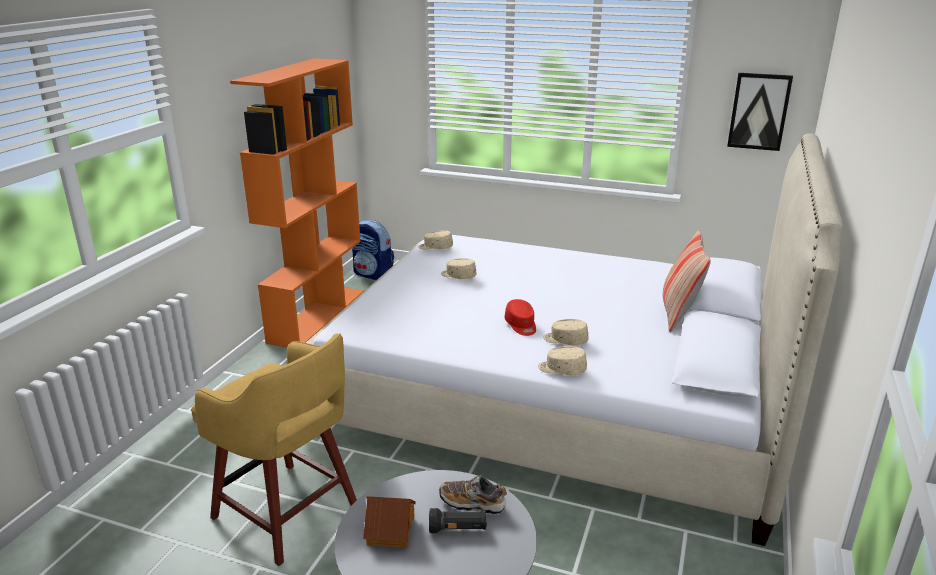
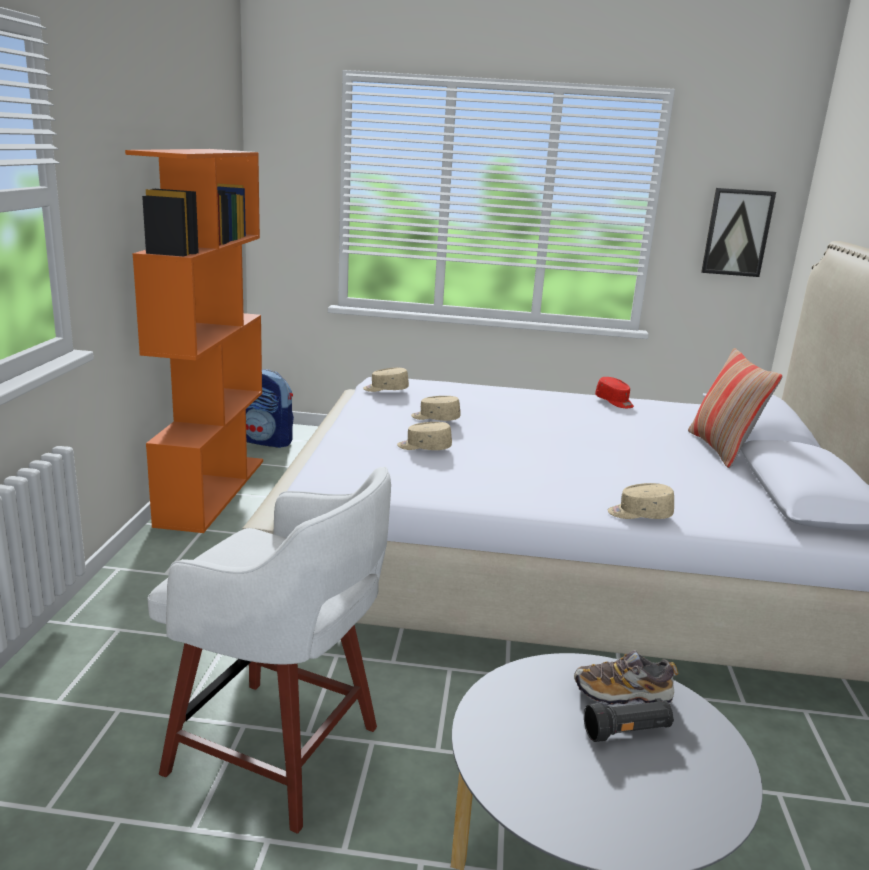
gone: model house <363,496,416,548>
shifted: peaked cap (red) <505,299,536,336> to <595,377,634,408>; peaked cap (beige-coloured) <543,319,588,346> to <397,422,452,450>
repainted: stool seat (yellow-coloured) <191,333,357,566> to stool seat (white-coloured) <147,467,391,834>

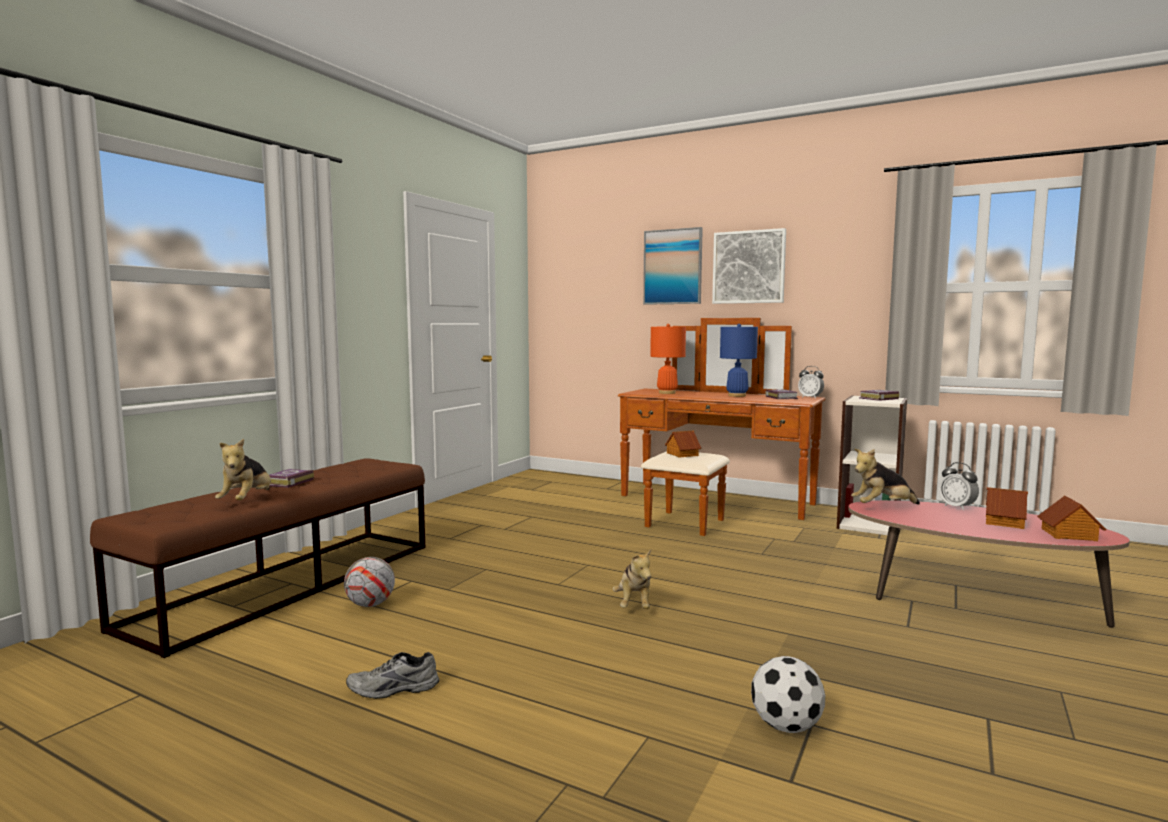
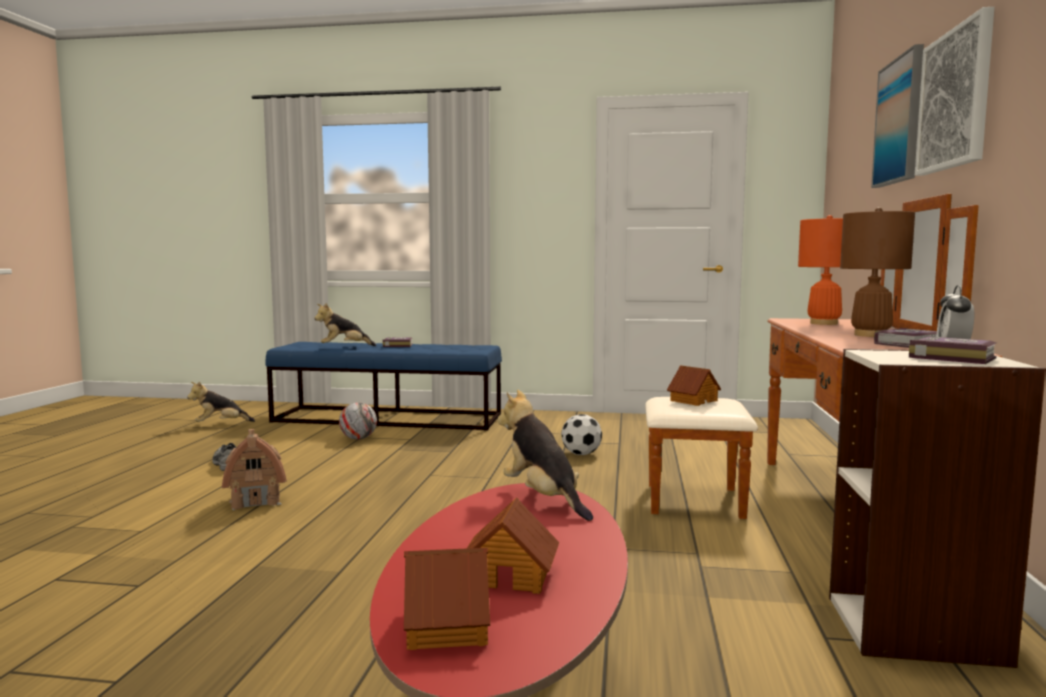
gone: alarm clock <939,462,979,510>
new: model house <222,429,287,510>
shifted: soft toy <613,549,651,609> to <187,382,255,422>; football ball <751,656,825,733> to <561,414,602,455>
repainted: long seat (brown) <90,458,425,658> to long seat (bluish) <265,342,502,431>; lamp for a table (bluish) <720,324,758,397> to lamp for a table (brown) <840,207,915,337>

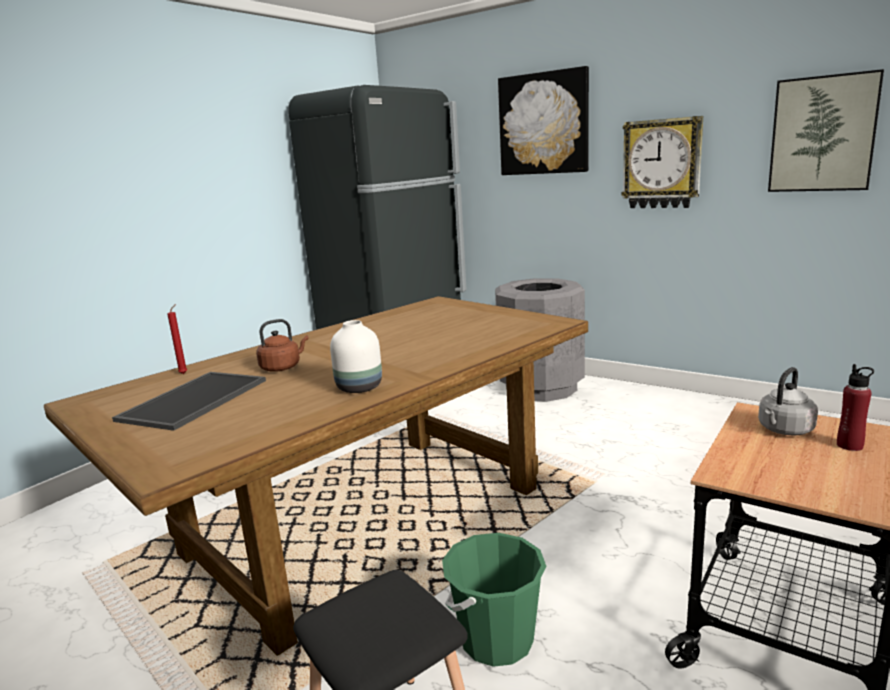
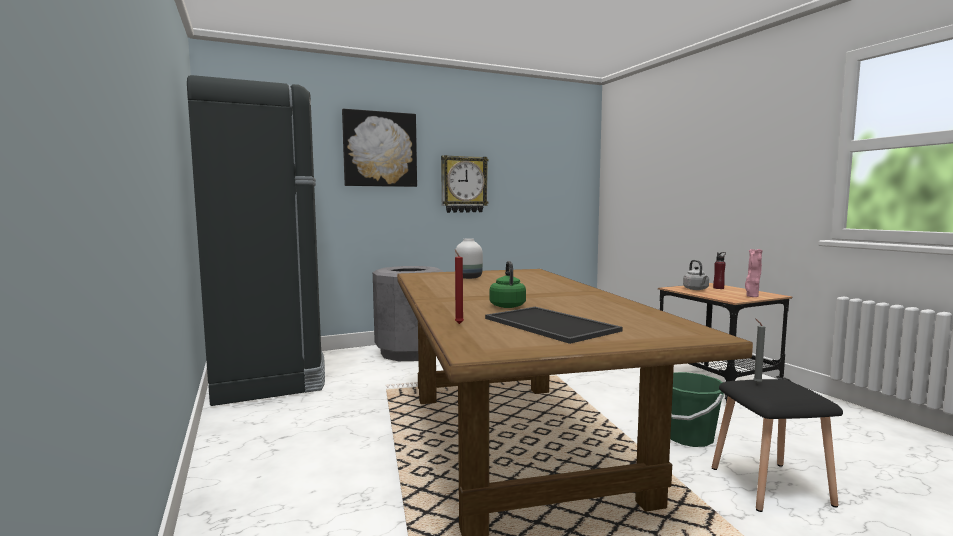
gone: wall art <768,69,884,192>
new: flower vase (pinkish) <745,249,763,297>; wax light (grey) <753,318,765,384>
shifted: flower vase (white-coloured) <330,320,382,393> to <455,238,483,279>
repainted: tea kettle (brown) <256,319,308,371> to tea kettle (green-coloured) <490,261,526,308>

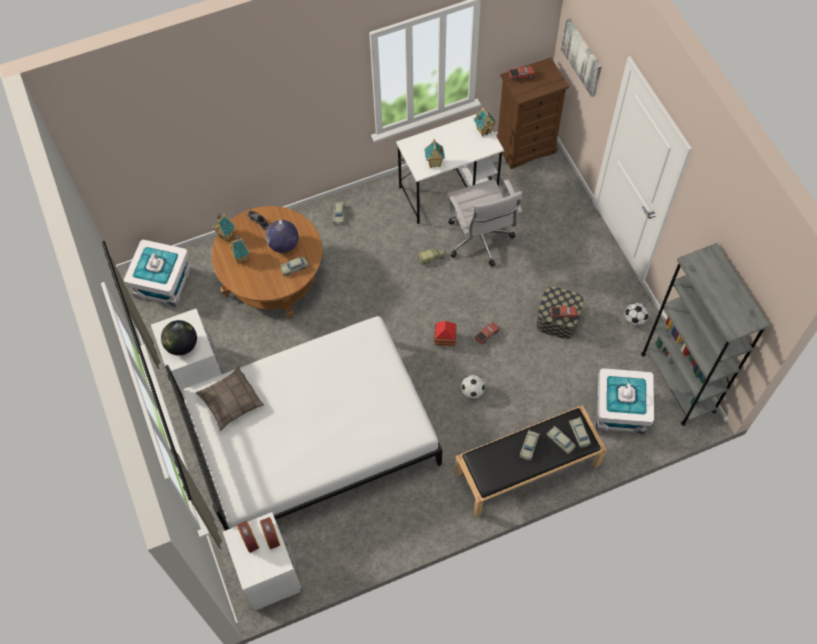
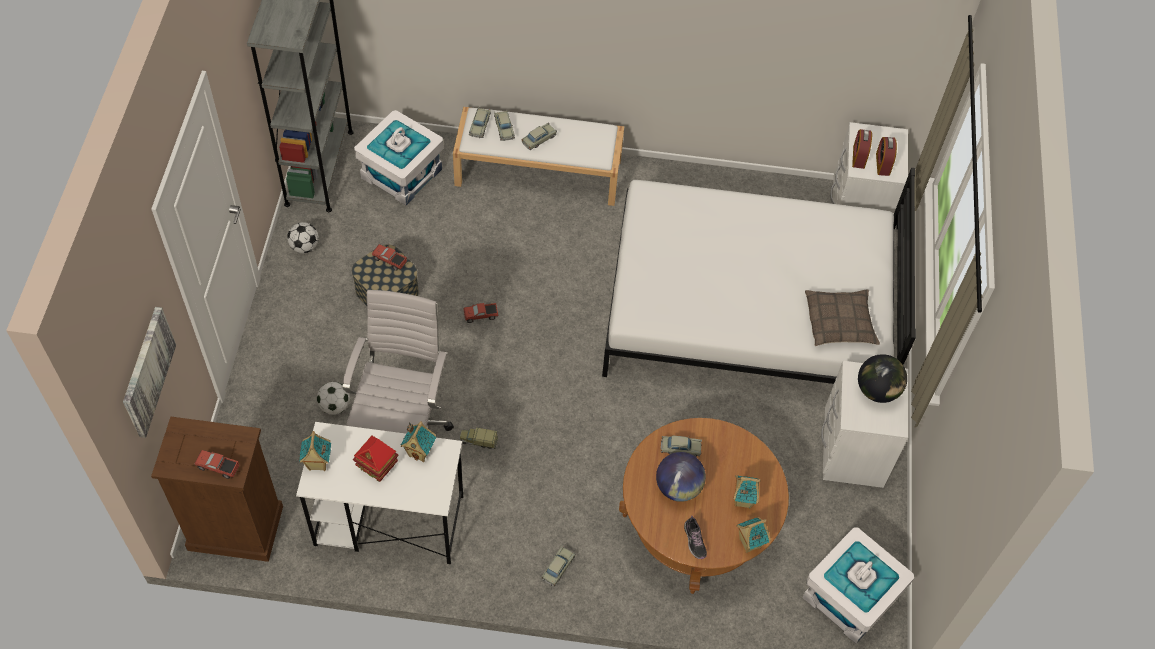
shifted: model house <434,321,457,347> to <353,436,398,482>; football ball <461,375,485,399> to <317,382,350,415>
repainted: long seat (blackish) <455,405,606,517> to long seat (white-coloured) <453,107,624,206>

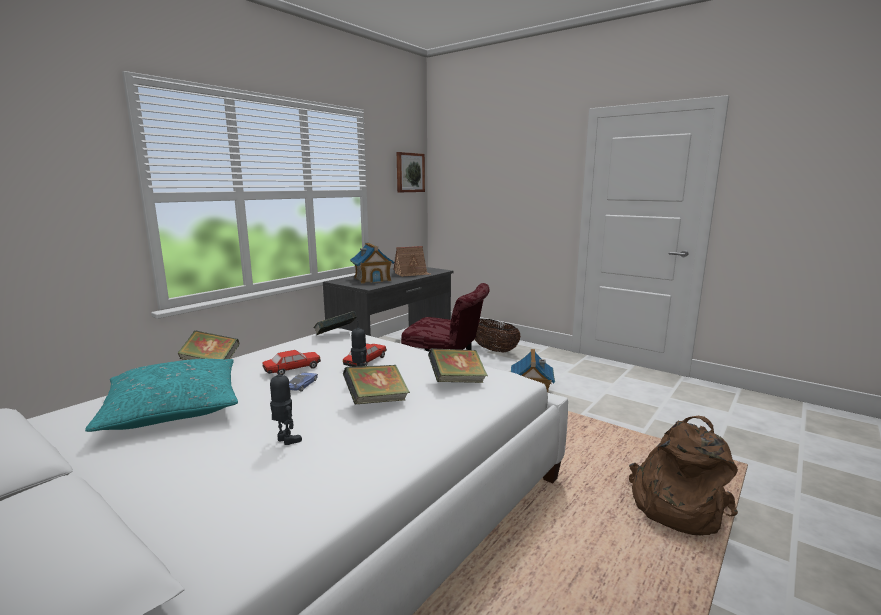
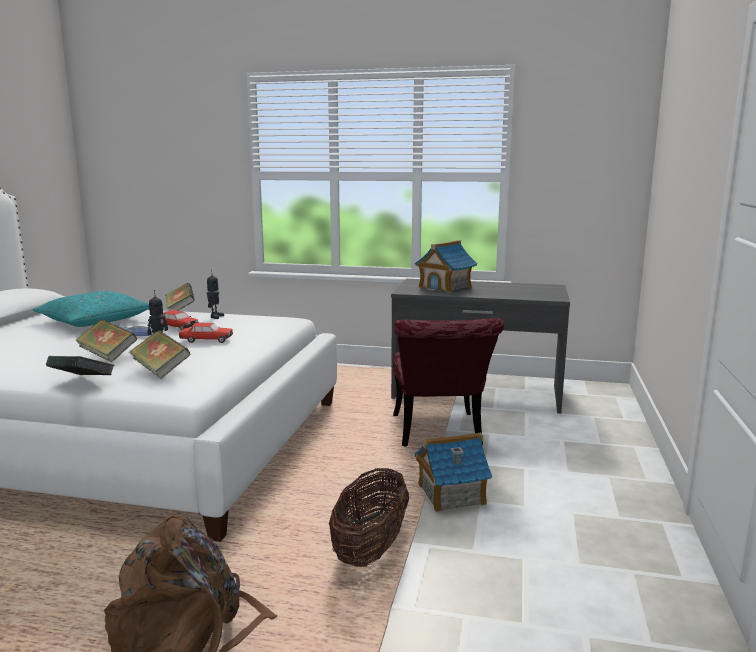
gone: model house <394,246,430,277>; wall art <397,152,425,192>
shifted: robot figure <270,365,302,445> to <207,275,224,319>; book <313,311,357,335> to <46,356,114,375>; basket <474,319,521,352> to <329,468,409,567>

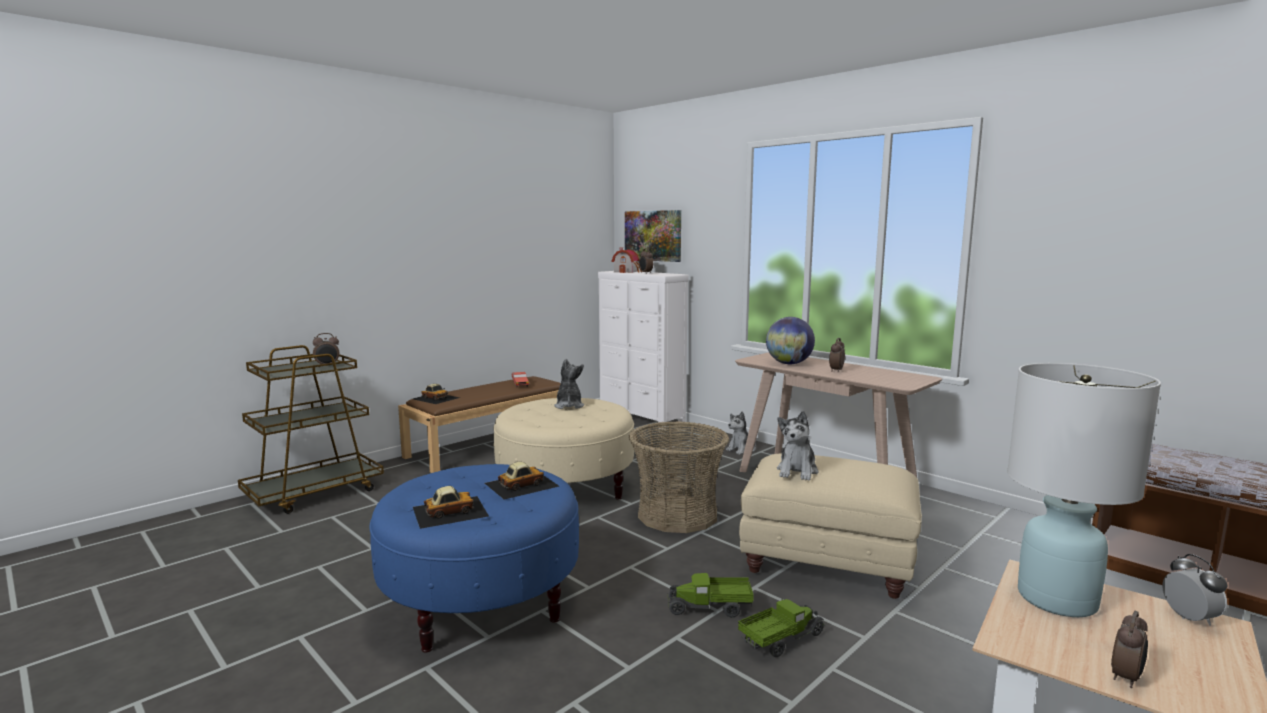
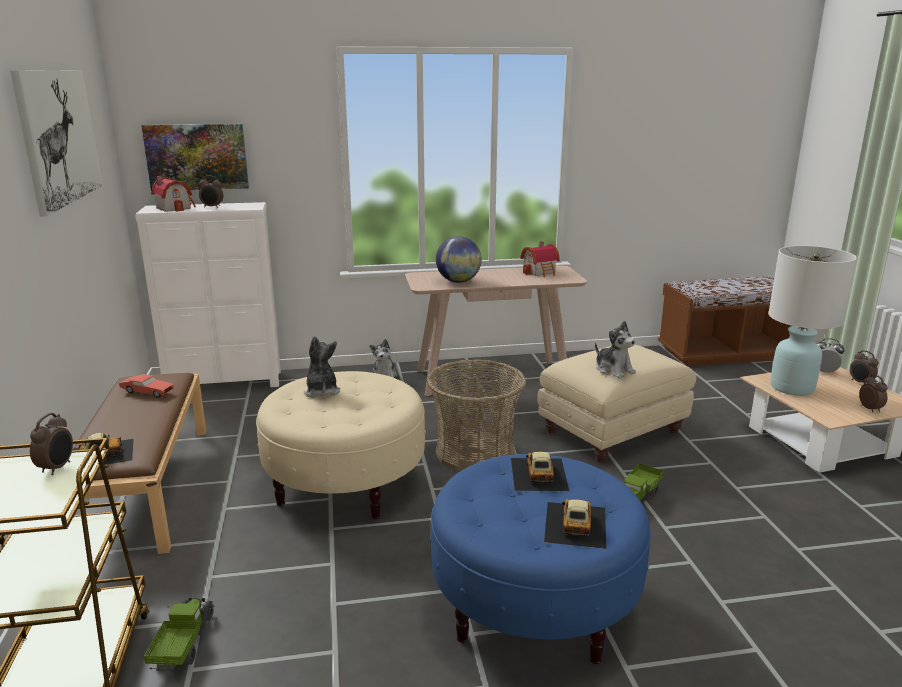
new: wall art <10,70,102,217>; model house <520,241,560,277>
shifted: toy truck <738,598,825,657> to <144,598,215,671>; alarm clock <829,338,845,372> to <850,350,878,383>
rotated: soft toy <554,358,584,409> = <304,336,340,398> 45 degrees clockwise

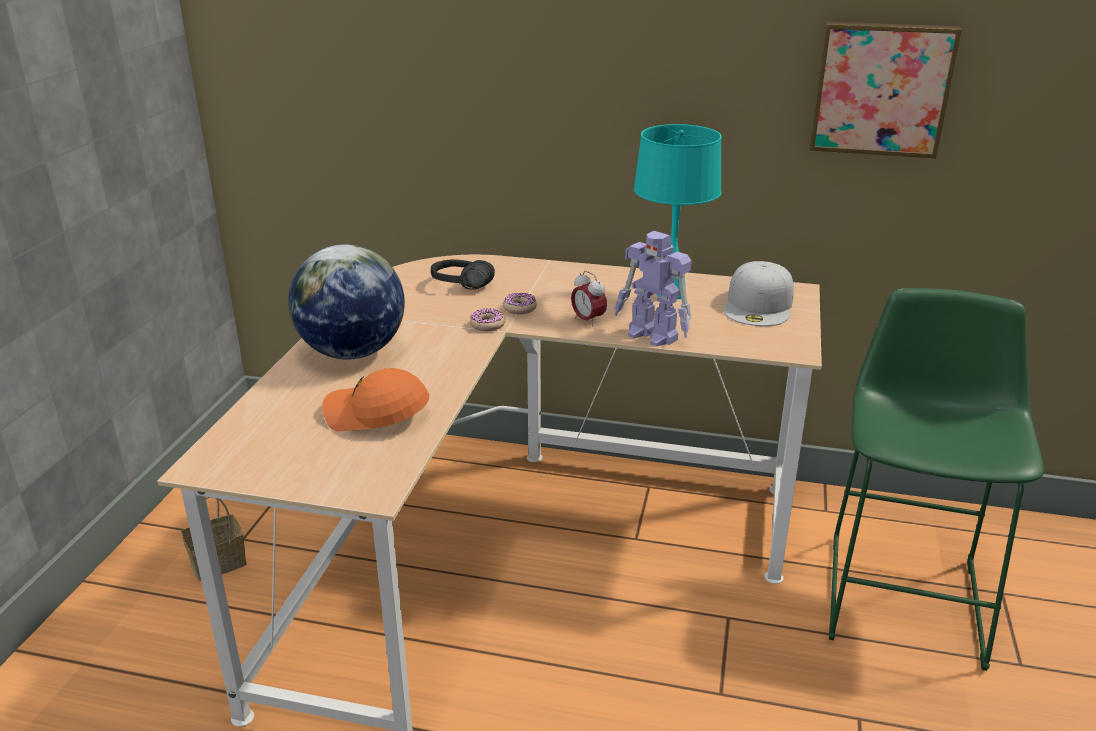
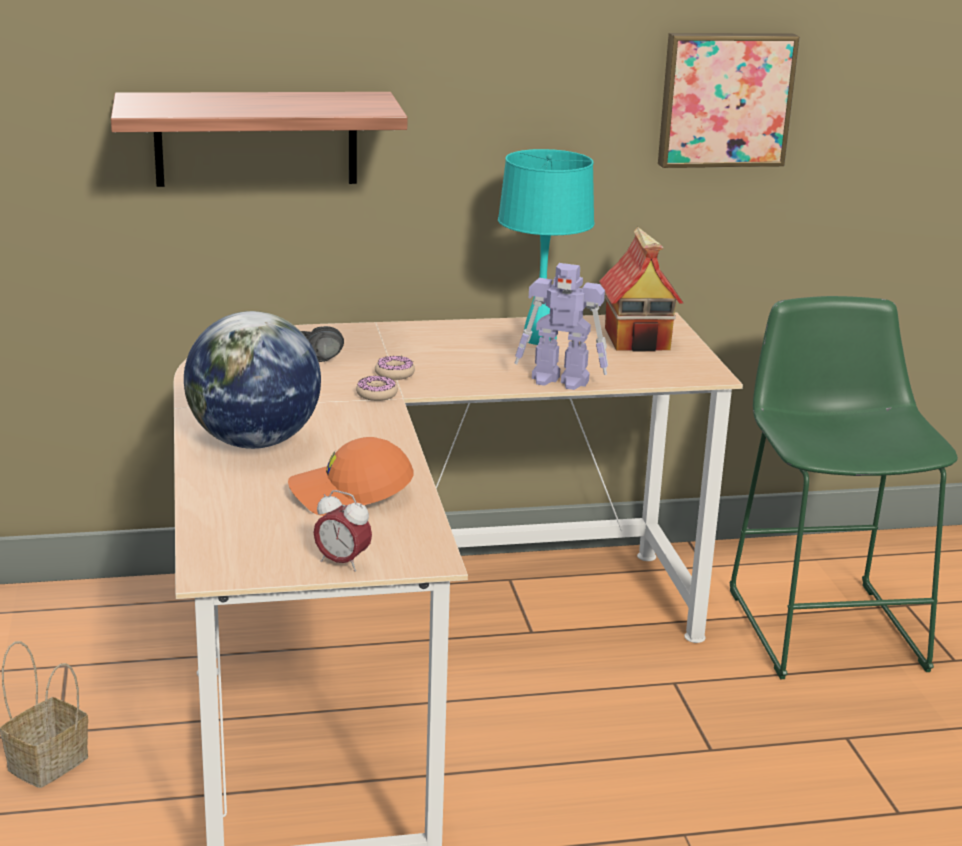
new: wall shelf <111,92,408,187>
shifted: alarm clock <571,271,607,327> to <314,490,372,572>
swapped: peaked cap (white-coloured) <724,261,794,326> to model house <599,227,684,352>

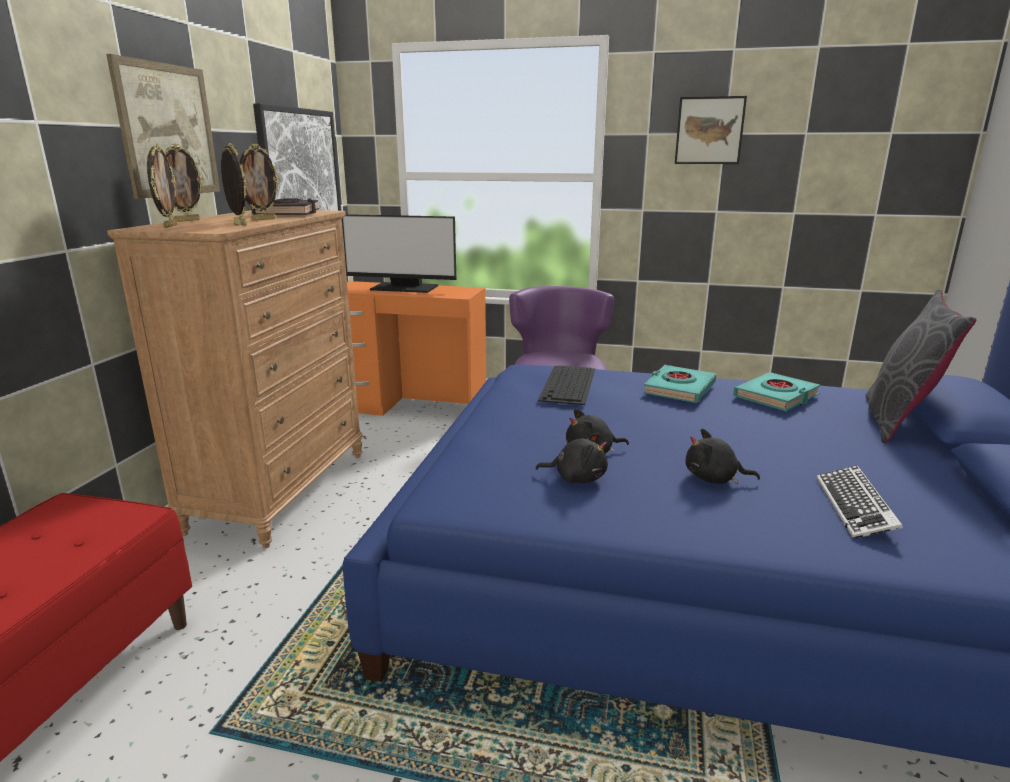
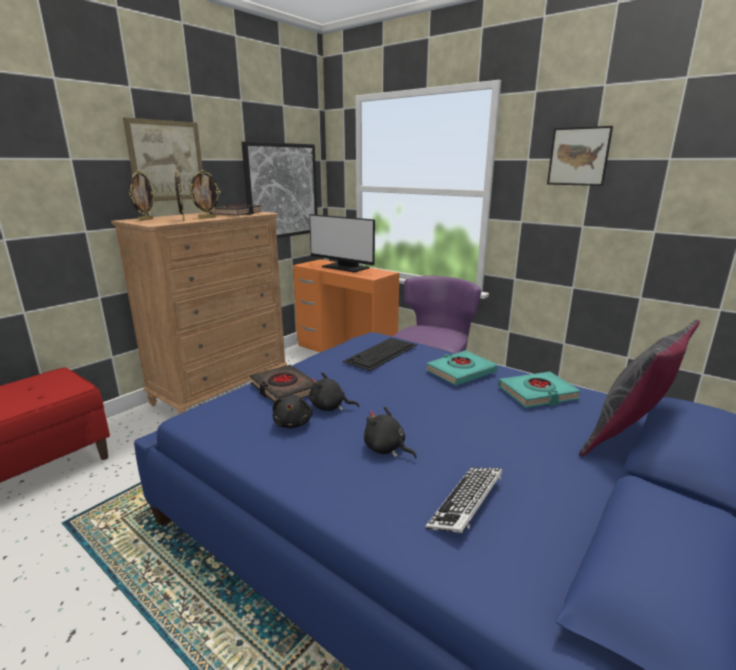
gone: picture frame <165,144,204,222>
new: book (blackish) <250,365,313,402>
rotated: soft toy (blackish) <535,433,608,483> = <272,395,313,428> 45 degrees clockwise

